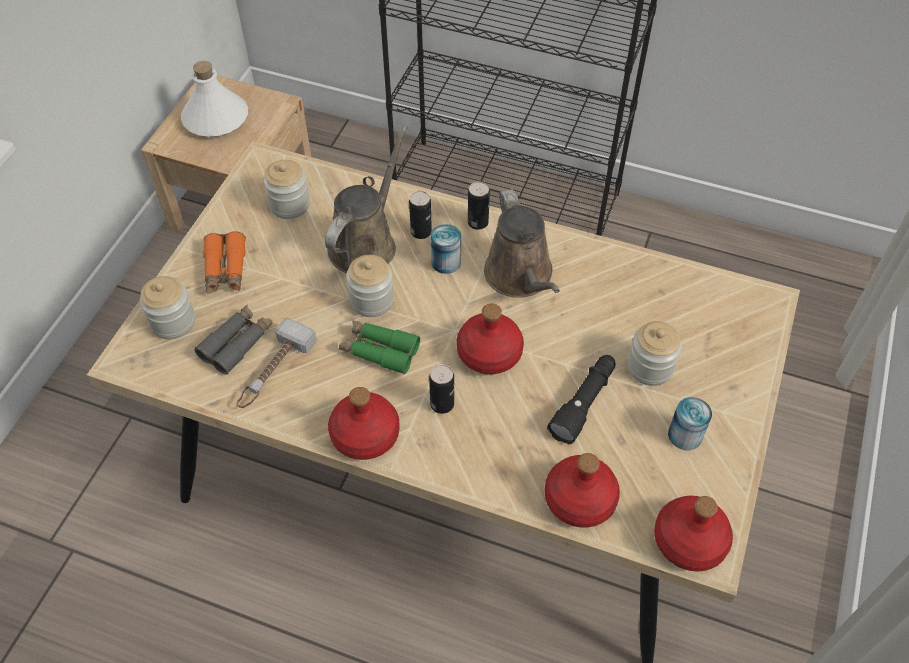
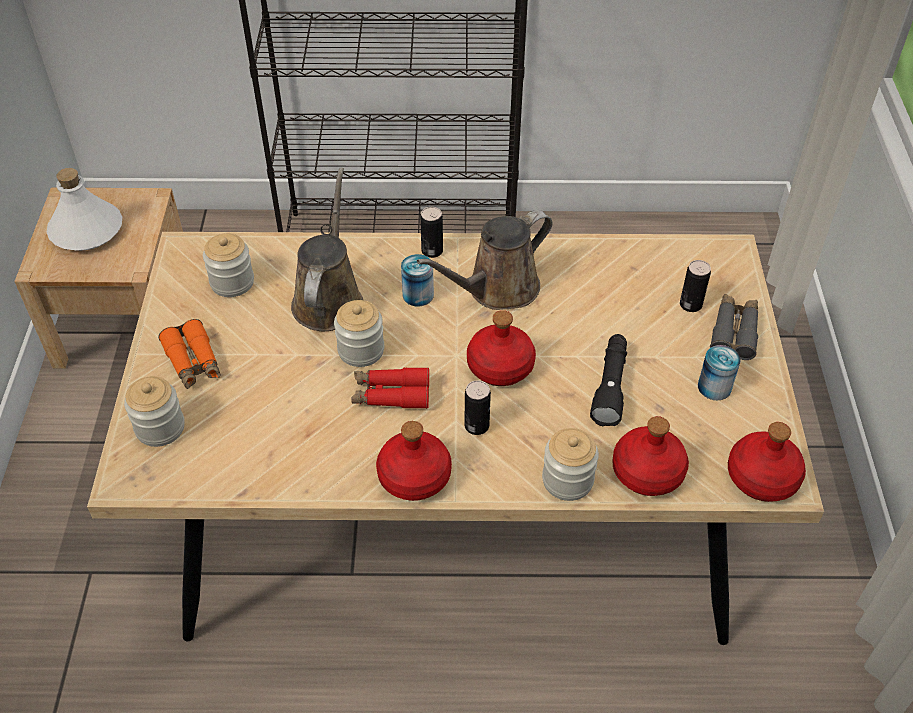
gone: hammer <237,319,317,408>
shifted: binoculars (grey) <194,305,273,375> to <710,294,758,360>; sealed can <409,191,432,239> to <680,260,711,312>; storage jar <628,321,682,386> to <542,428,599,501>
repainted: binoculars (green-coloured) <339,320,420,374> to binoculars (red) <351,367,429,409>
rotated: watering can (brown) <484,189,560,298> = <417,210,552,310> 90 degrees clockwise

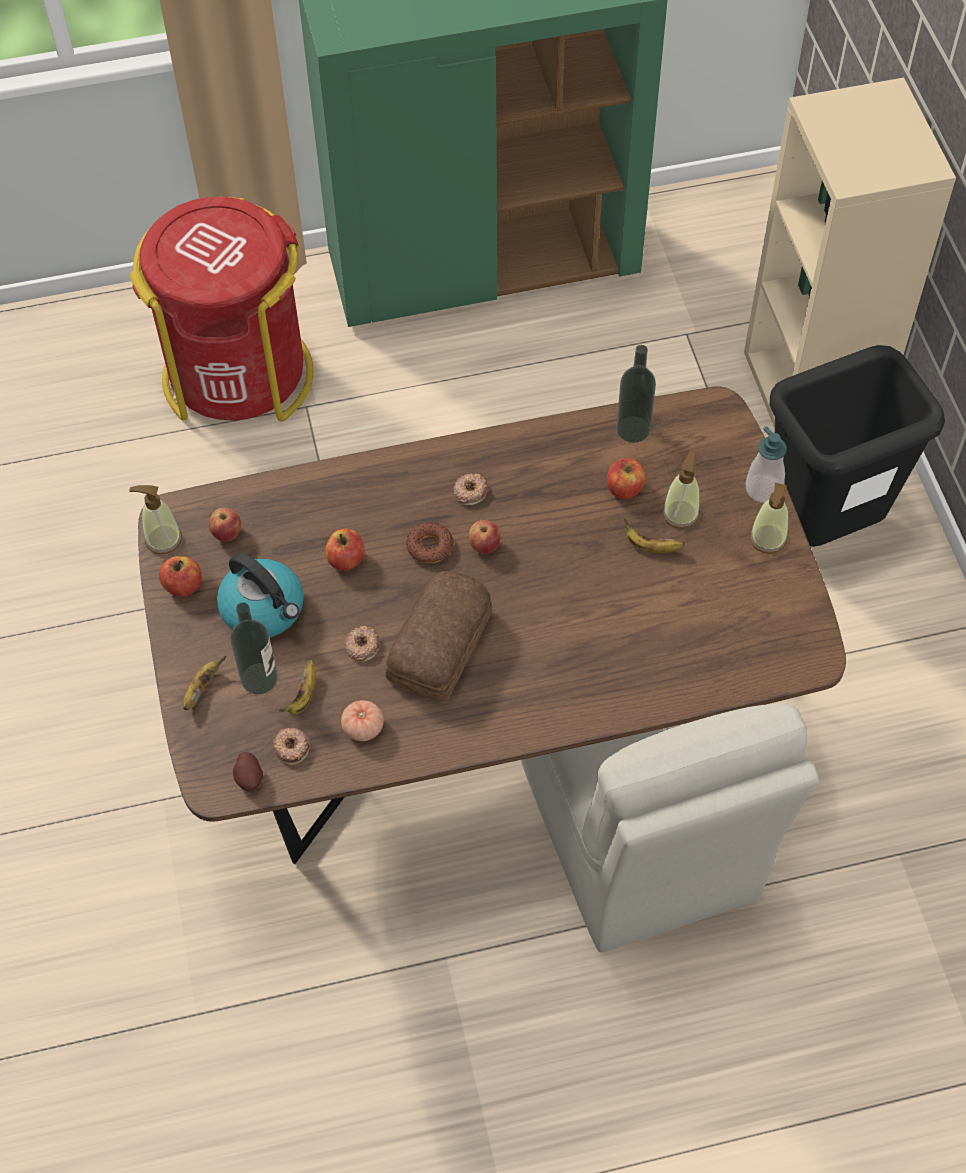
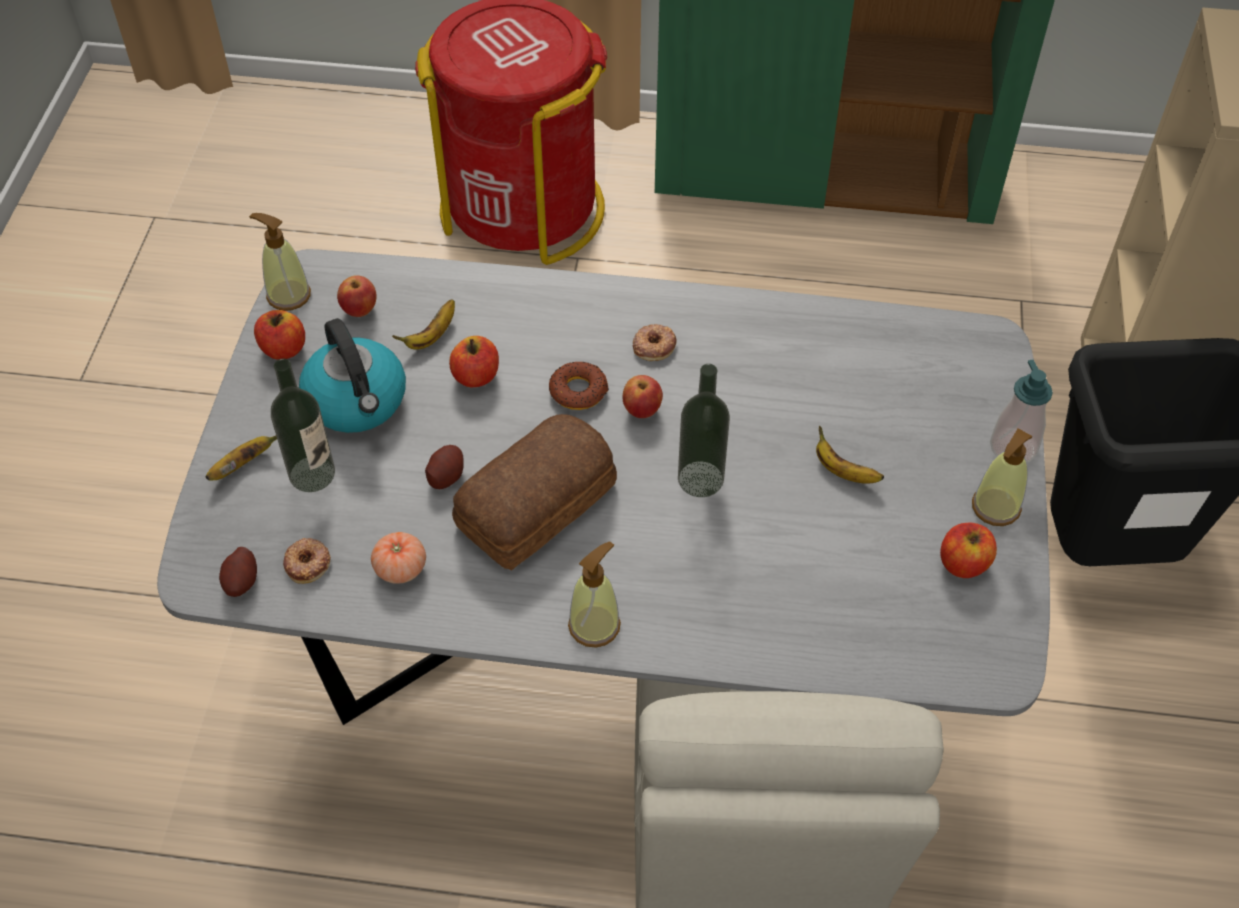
shifted: banana fruit <279,659,316,714> to <392,299,455,350>; apple fruit <607,458,646,499> to <940,523,997,578>; beverage bottle <616,345,656,443> to <678,364,730,497>; soap dispenser <662,449,700,529> to <568,541,621,648>
swapped: donut <344,626,380,662> to spud <425,445,464,489>
repainted: kitchen table (brown) <138,386,846,864> to kitchen table (grey) <157,249,1050,725>

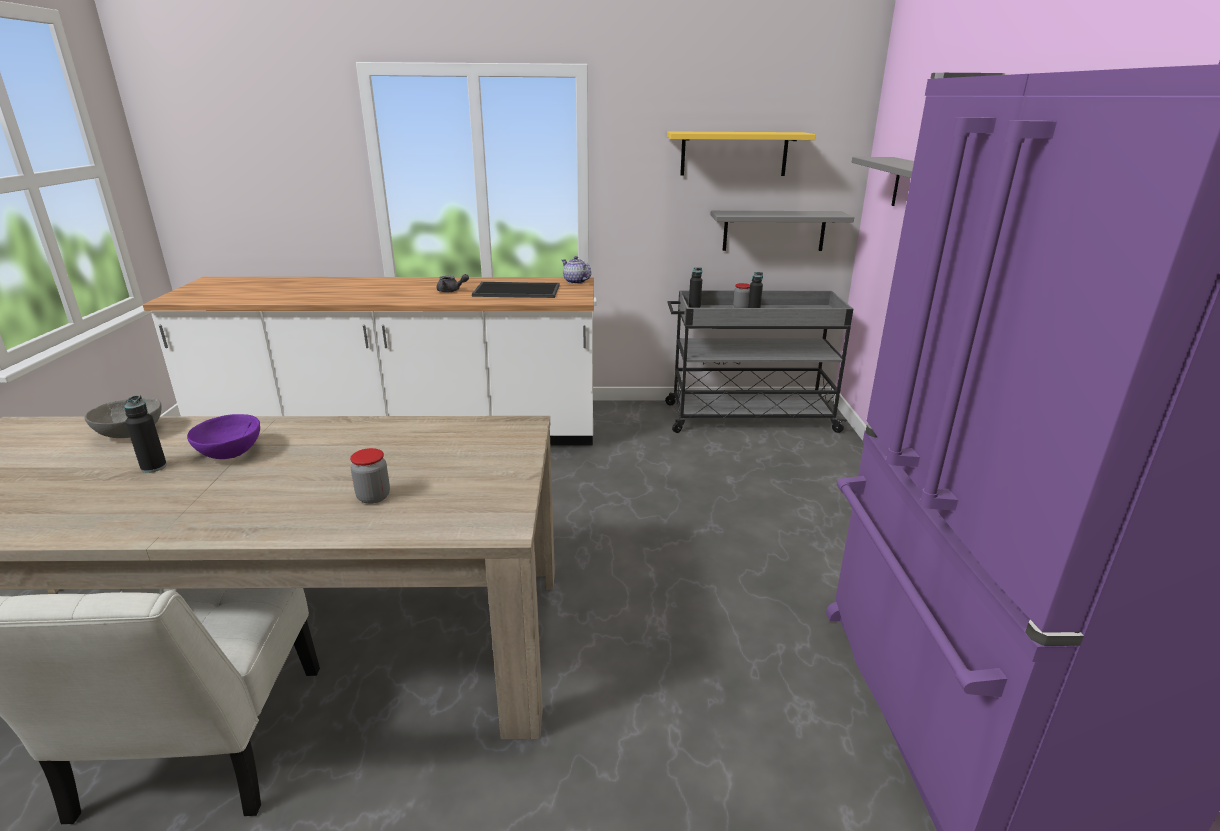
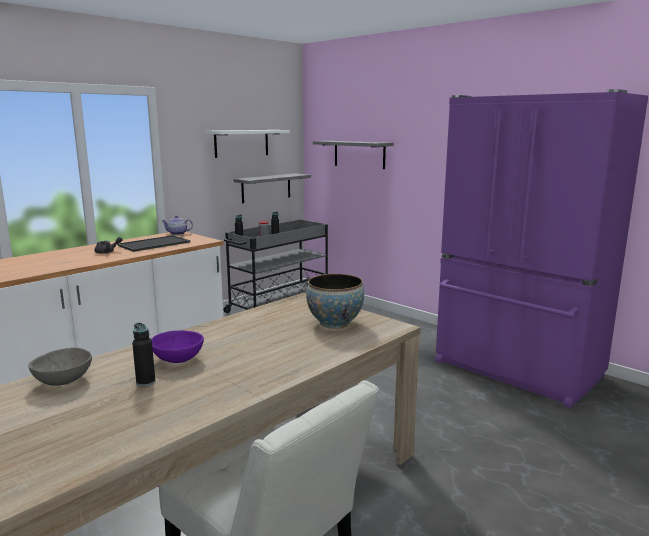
gone: storage jar <350,448,390,504>
new: serving bowl <306,274,364,329>
repainted: wall shelf (yellow-coloured) <667,131,816,176> to wall shelf (white-coloured) <205,130,290,158>

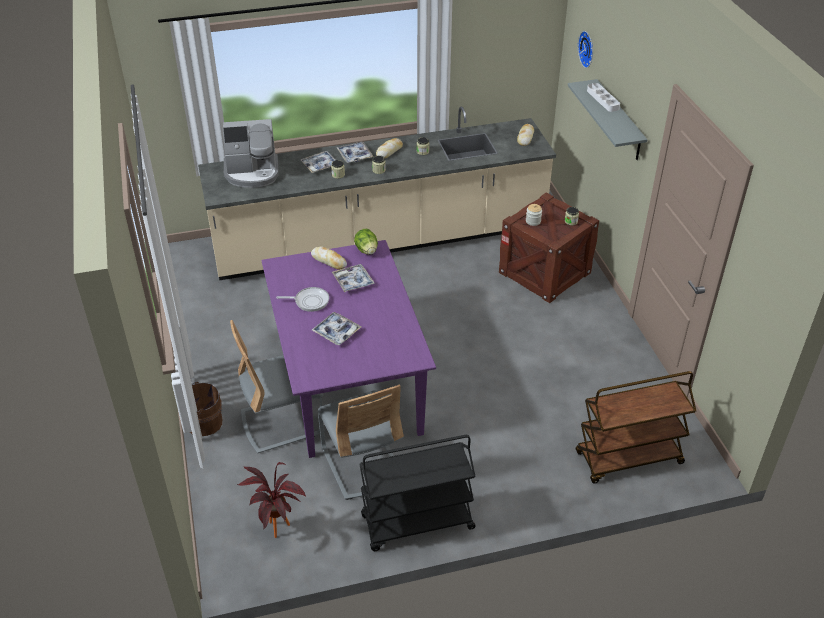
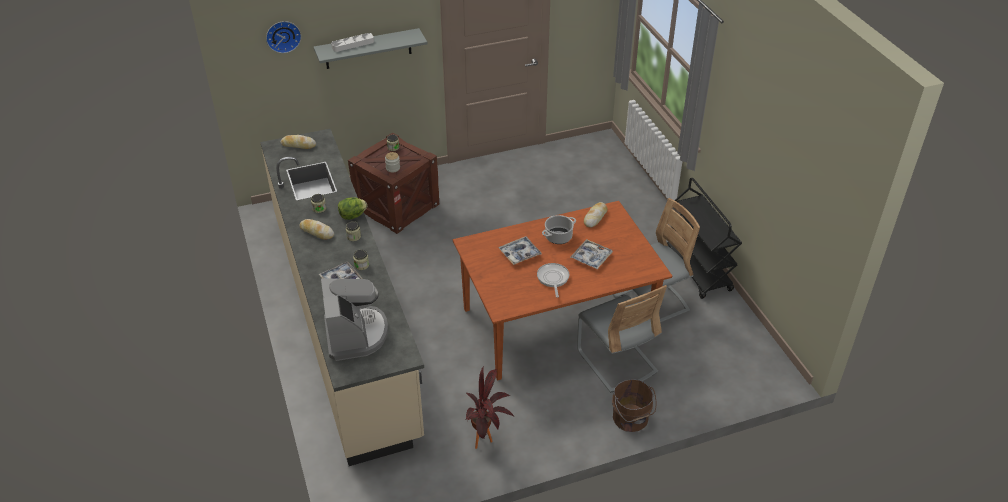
gone: carrying tray <337,141,374,163>; cart (brown) <576,371,696,484>
new: stockpot <542,215,576,244>
shifted: potted plant <237,462,306,538> to <466,366,514,449>; baked bread <311,246,347,270> to <584,202,608,228>; lettuce head <354,229,378,255> to <338,197,367,220>
repainted: kitchen table (purple-coloured) <261,240,436,458> to kitchen table (brown) <453,201,672,380>

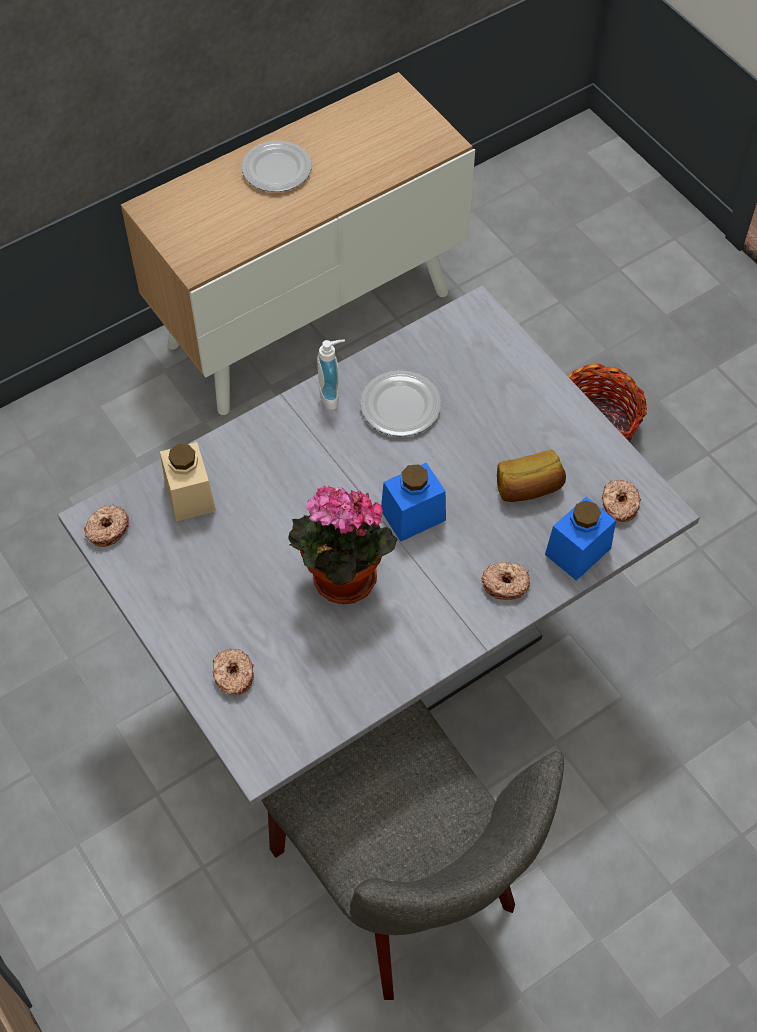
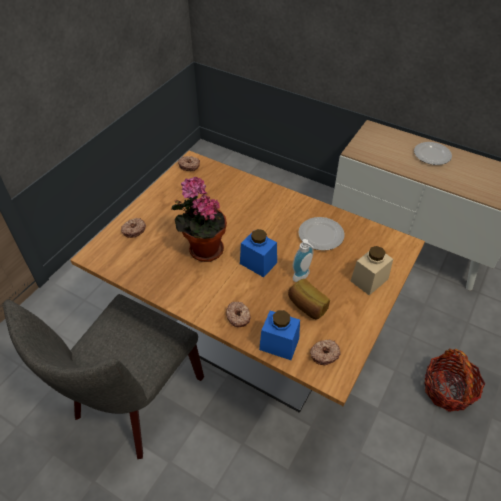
shifted: storage jar (beige-coloured) <160,442,216,522> to <351,246,393,295>; soap dispenser <317,339,345,410> to <292,239,314,282>
repainted: kitchen table (grey) <58,285,700,806> to kitchen table (brown) <71,151,425,413>

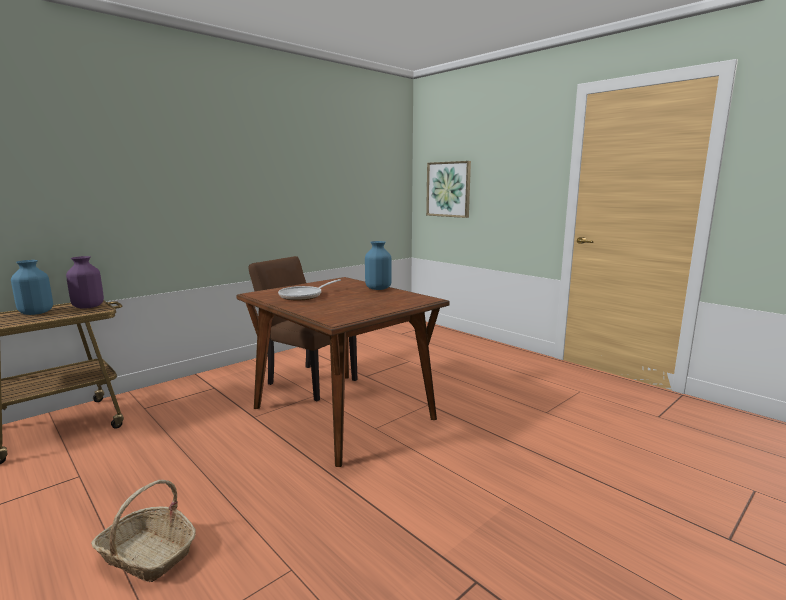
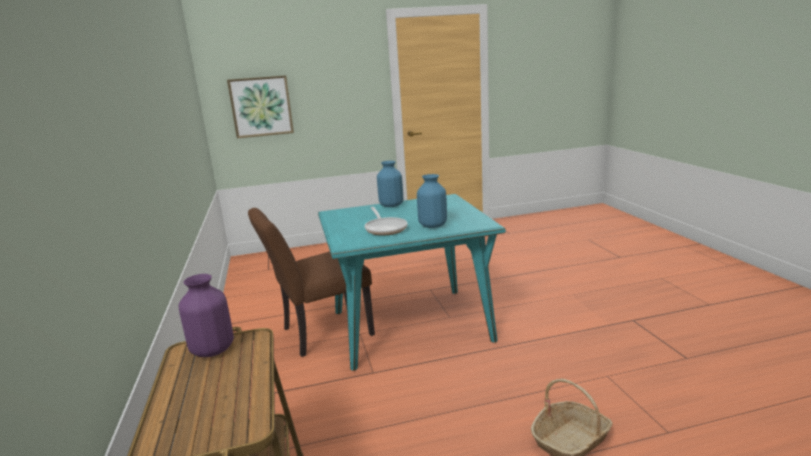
shifted: flower vase (bluish) <11,260,53,315> to <417,174,447,228>
repainted: kitchen table (brown) <236,277,450,467> to kitchen table (turquoise-coloured) <318,194,506,371>

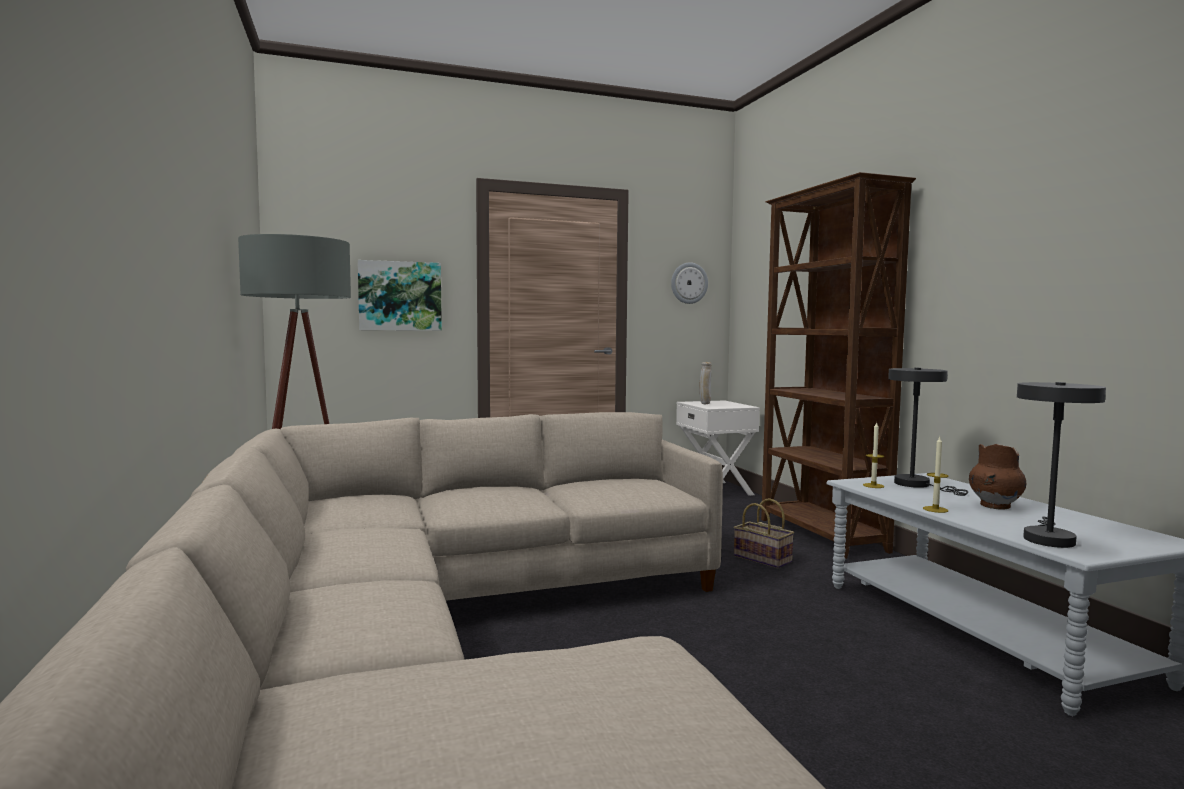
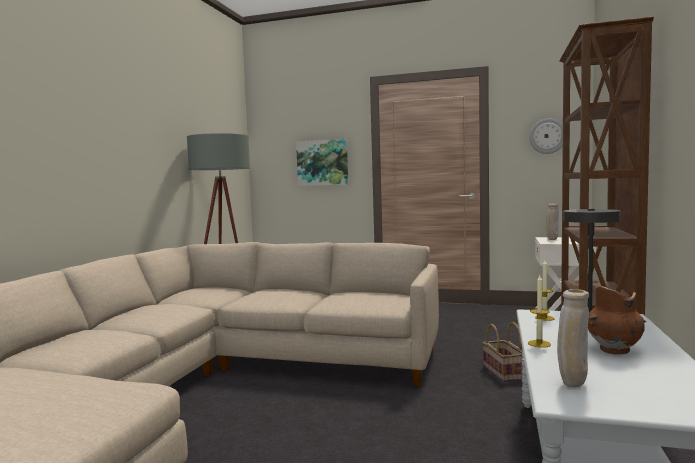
swapped: lamp for a table (grey) <1017,382,1106,548> to flower vase (beige-coloured) <557,289,589,387>

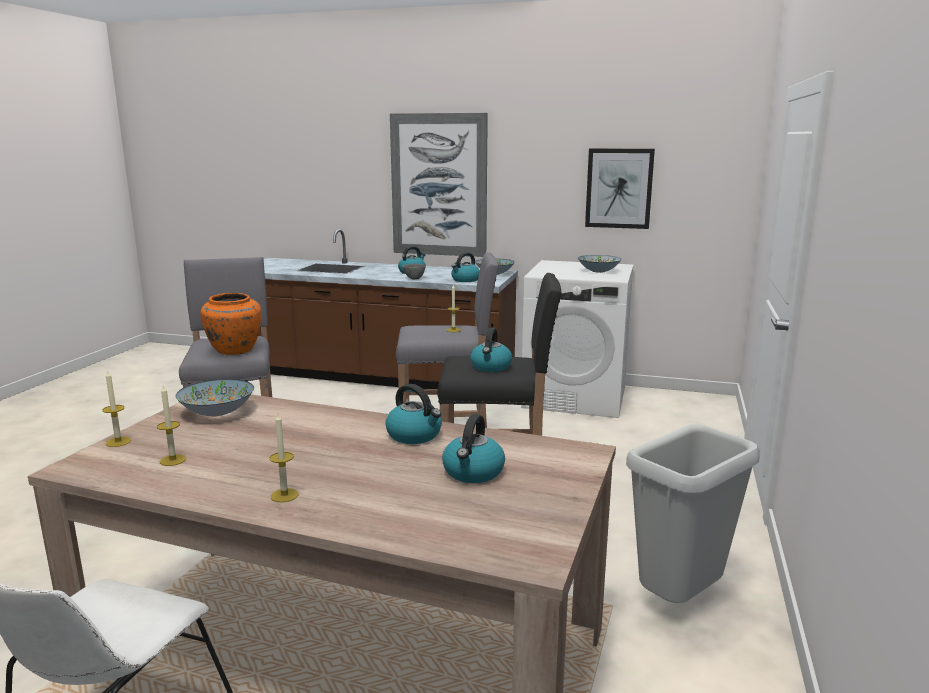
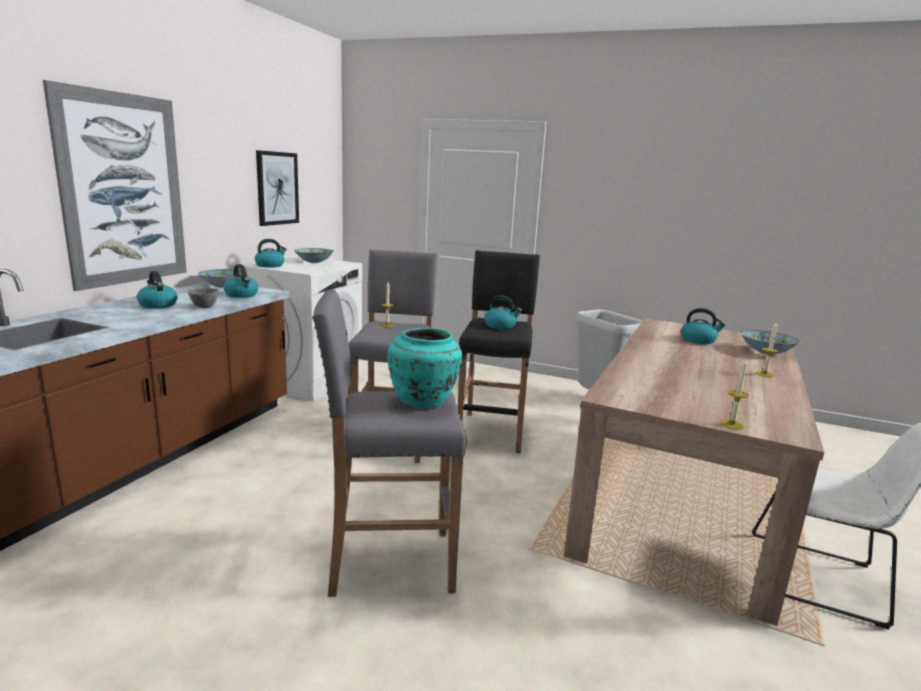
gone: wax light <157,385,186,466>
shifted: serving bowl <175,379,254,416> to <741,330,799,354>; tea kettle <385,384,442,444> to <255,239,287,268>
repainted: flower vase (orange) <200,293,262,355> to flower vase (turquoise-coloured) <387,328,462,408>

